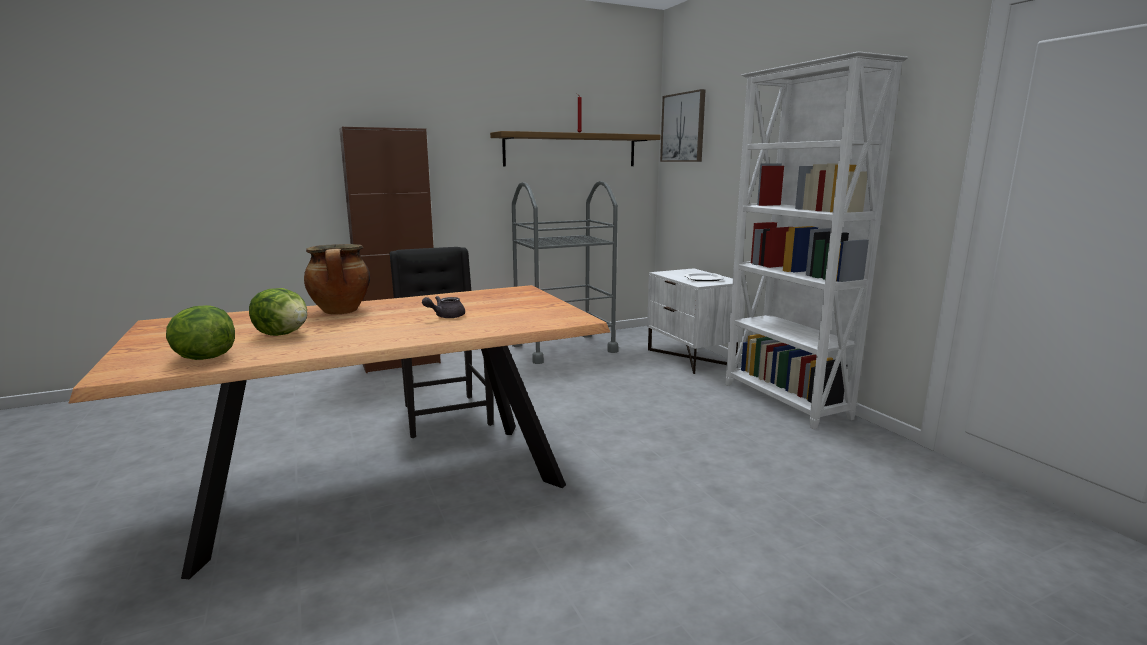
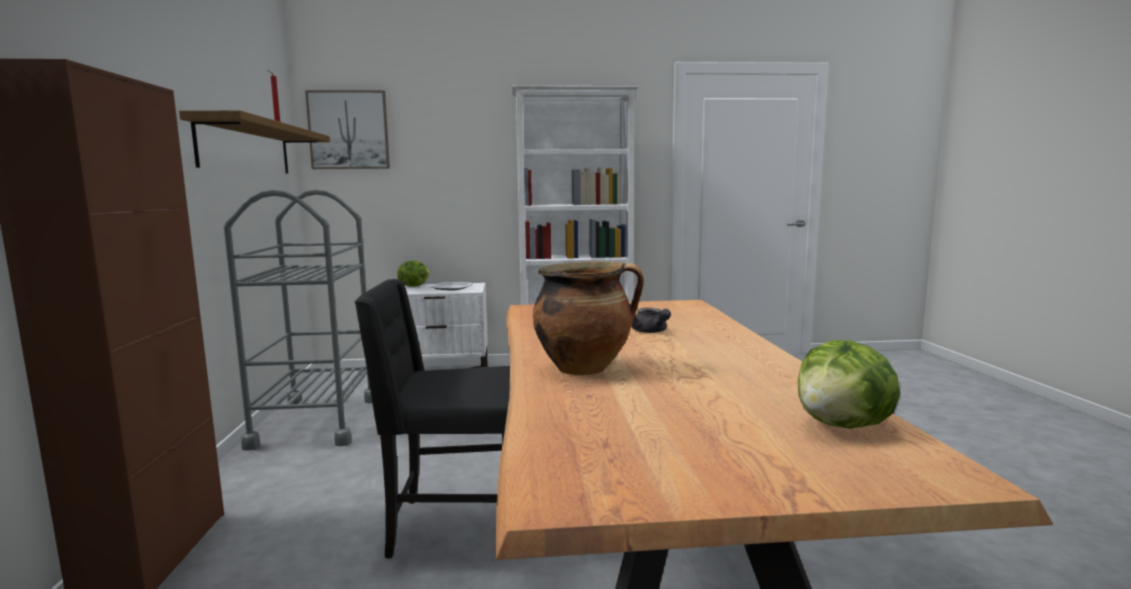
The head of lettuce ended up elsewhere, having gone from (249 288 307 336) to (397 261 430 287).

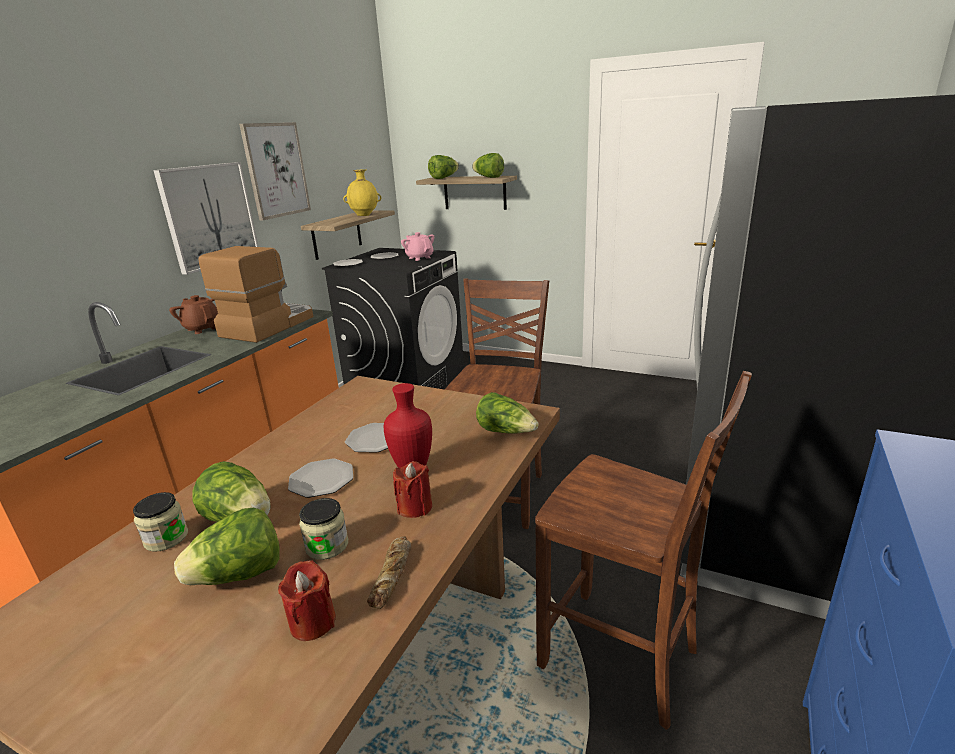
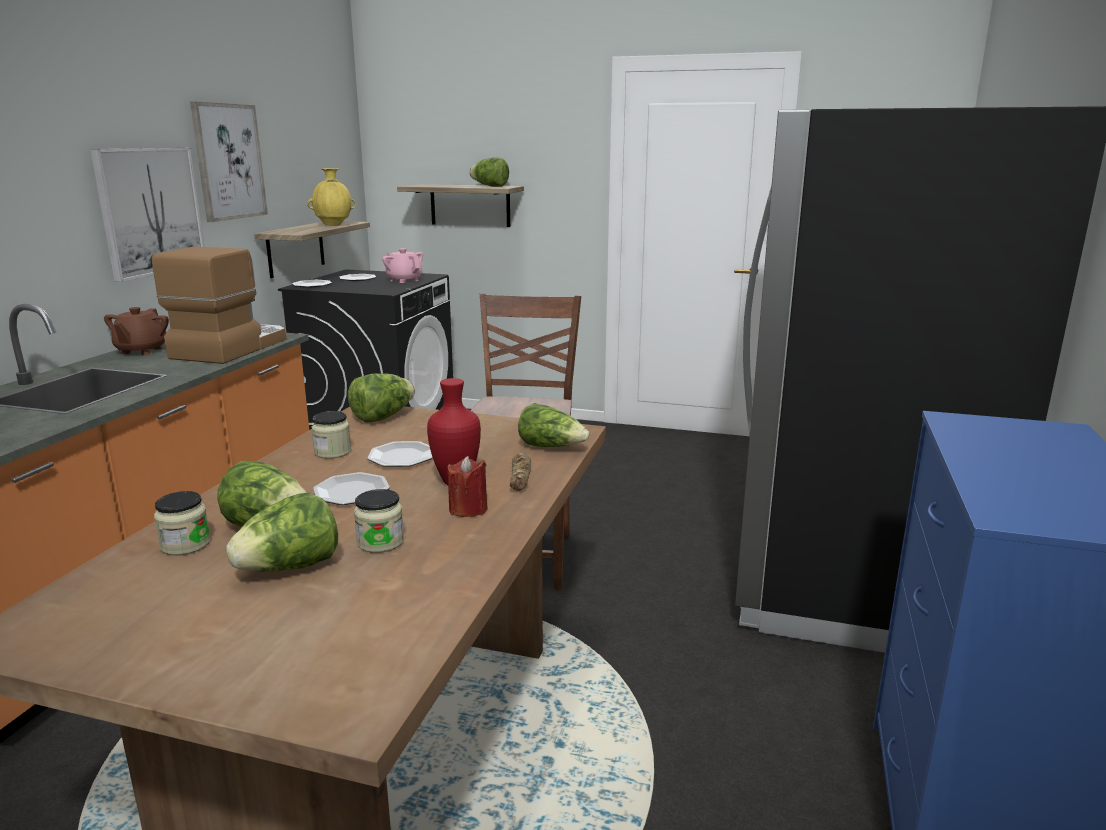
The second view lost the wax light in reddish at (278 561 336 641). The second view lost the upright chair in brown-coloured at (535 371 752 730). The second view gained the storage jar at (311 411 351 459). The bread ended up elsewhere, having gone from (367 536 411 609) to (510 453 531 491). The head of lettuce ended up elsewhere, having gone from (428 155 459 179) to (348 373 415 423). The pot for tea in brown-coloured at (169 295 218 334) ended up facing another way, 120 degrees counterclockwise from before.

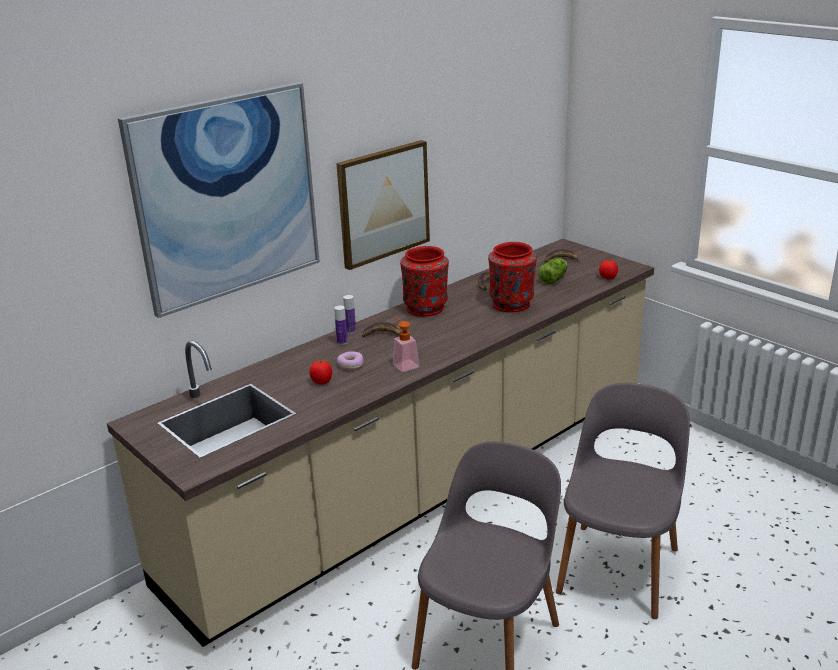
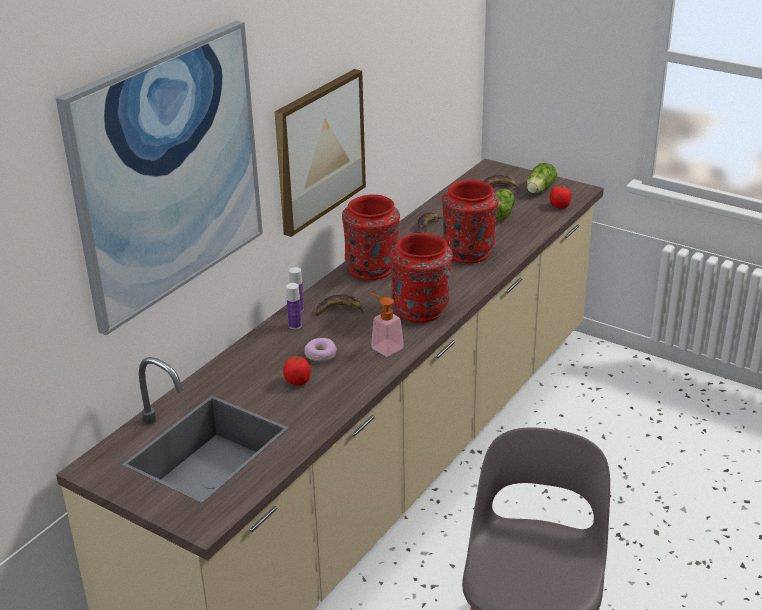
The second view lost the upright chair in gray at (556 383 690 619). The second view gained the decorative vase in reddish at (390 233 453 323). The second view gained the head of lettuce at (527 163 557 193).

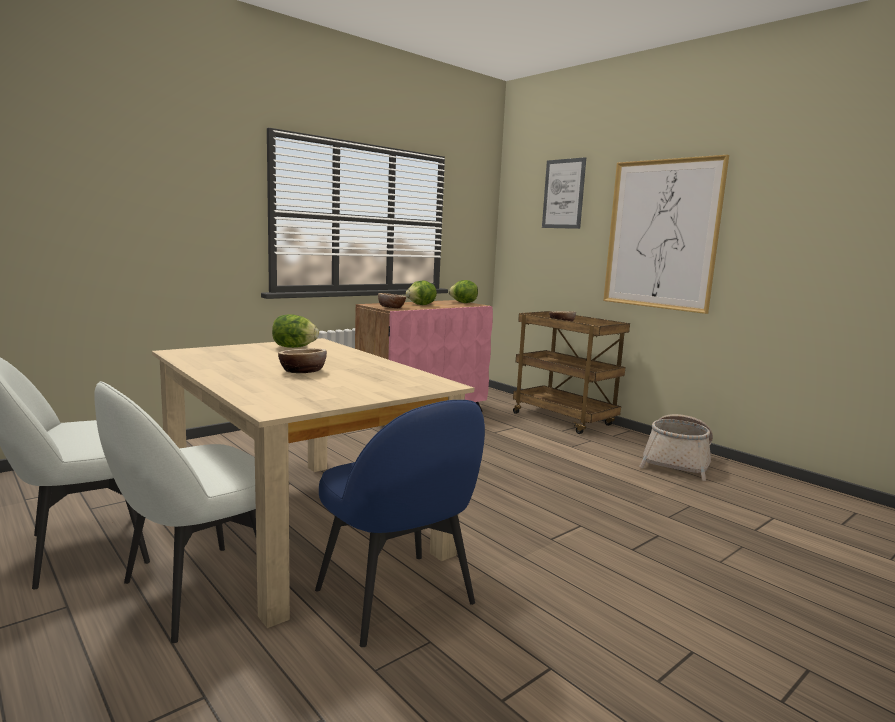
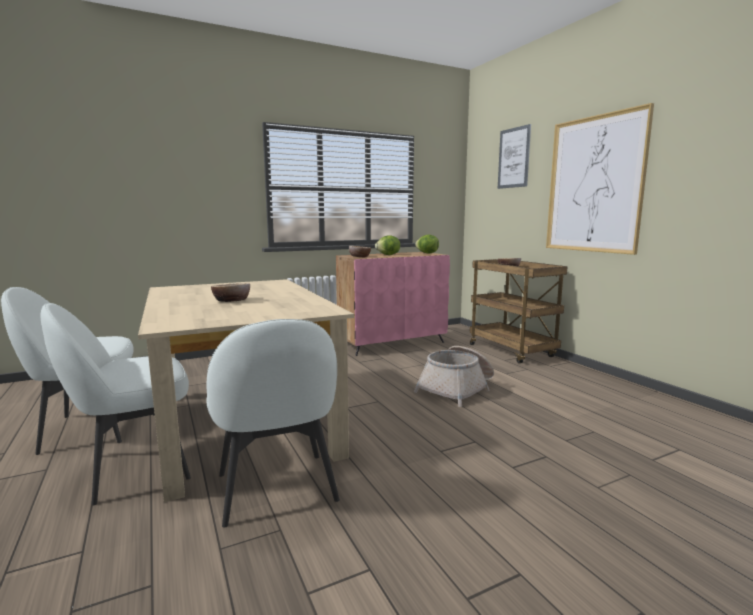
The second view lost the head of lettuce at (272 314 319 348). The storage basket ended up elsewhere, having gone from (639 414 713 481) to (414 346 494 407). What was the upright chair in blue at (315 400 485 647) turned into the upright chair in whitish at (207 319 340 527).

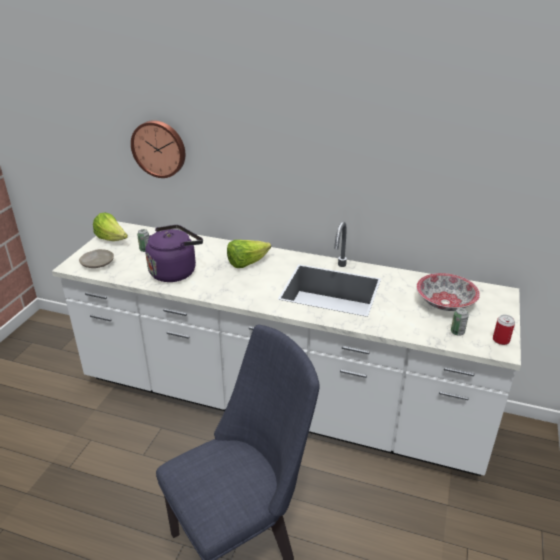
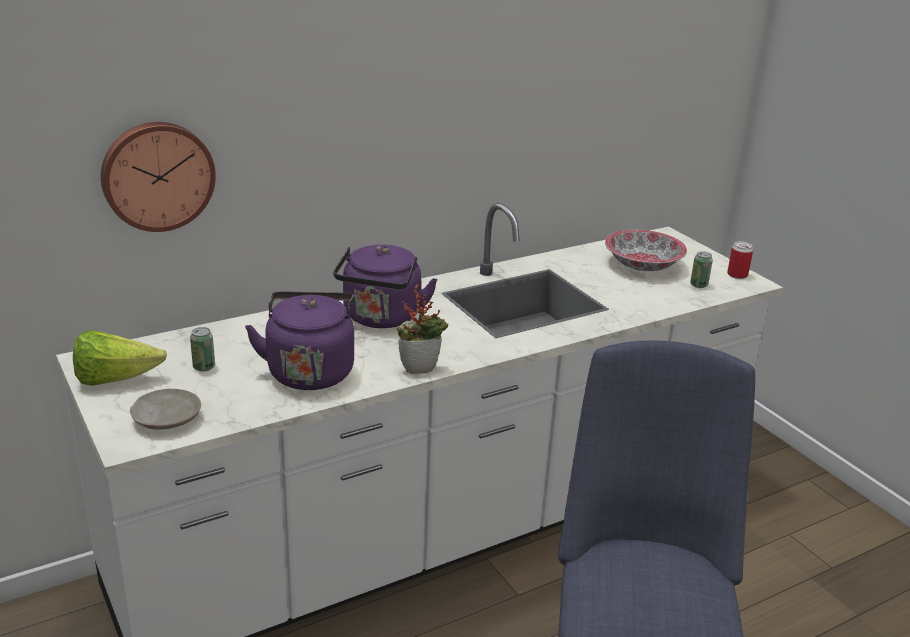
The second view gained the potted plant at (397 284 448 374). Where the head of lettuce stood at (227 240 271 268), the kettle in purplish came to stand at (333 245 438 328).

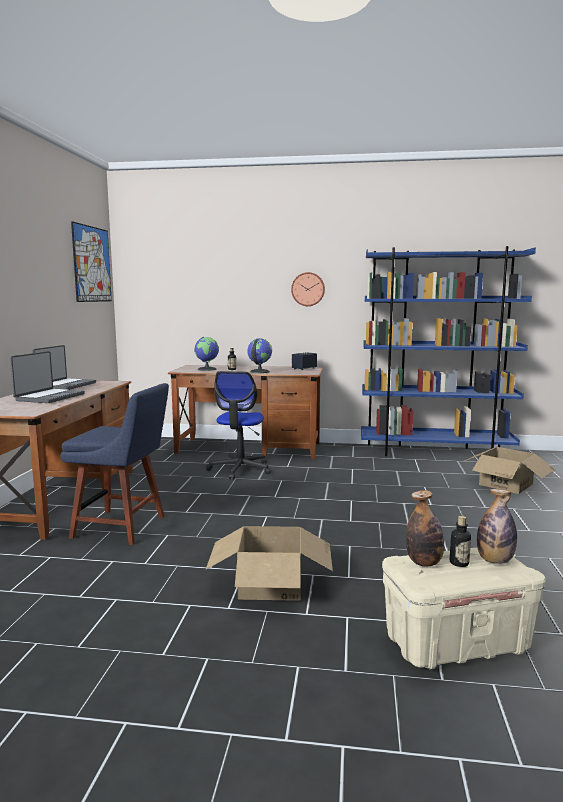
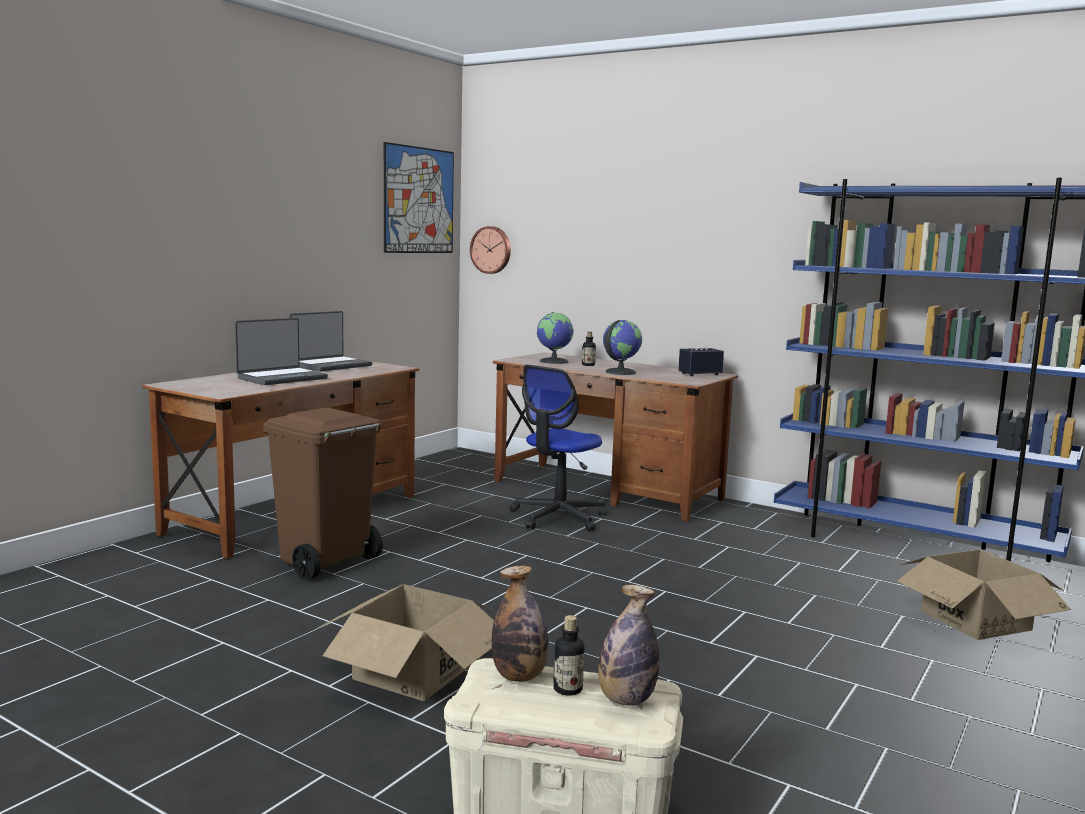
The clock on the wall ended up elsewhere, having gone from (291 272 325 306) to (470 226 511 274). Where the upright chair in blue stood at (60 383 169 545), the trash can in brown-coloured came to stand at (263 408 383 580).

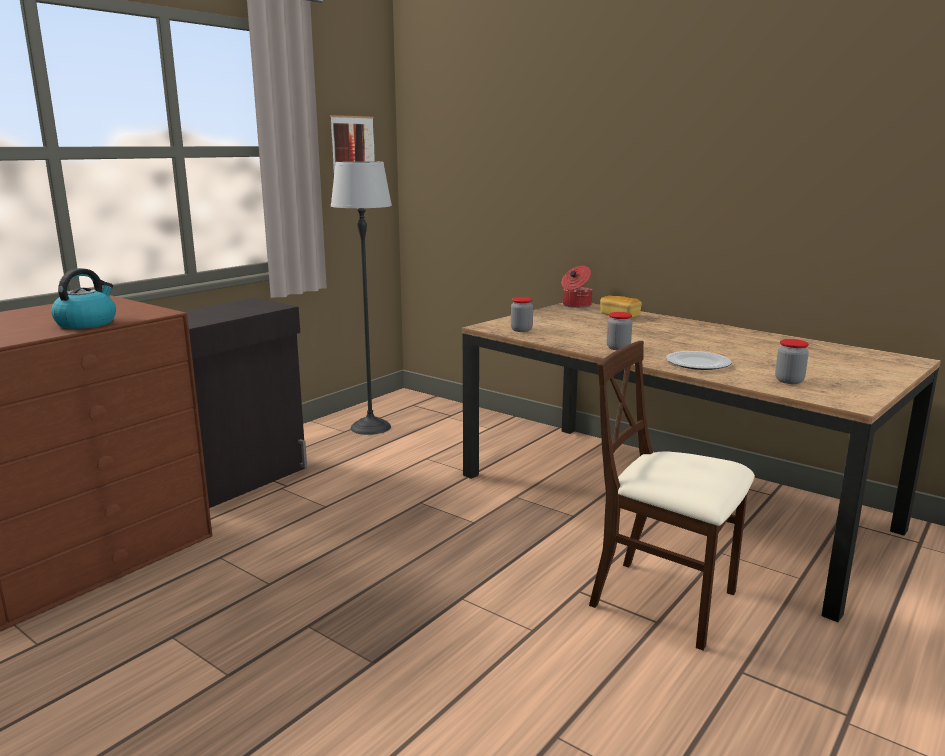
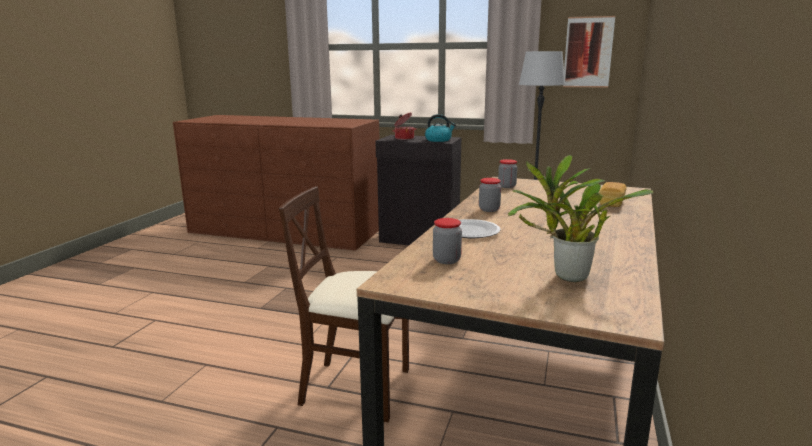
The second view gained the potted plant at (508 155 653 282). The kettle ended up elsewhere, having gone from (51 268 116 329) to (425 114 456 142). The cooking pot ended up elsewhere, having gone from (562 266 592 308) to (392 112 416 140). The upright chair in beige at (589 341 755 651) ended up facing another way, 90 degrees counterclockwise from before.

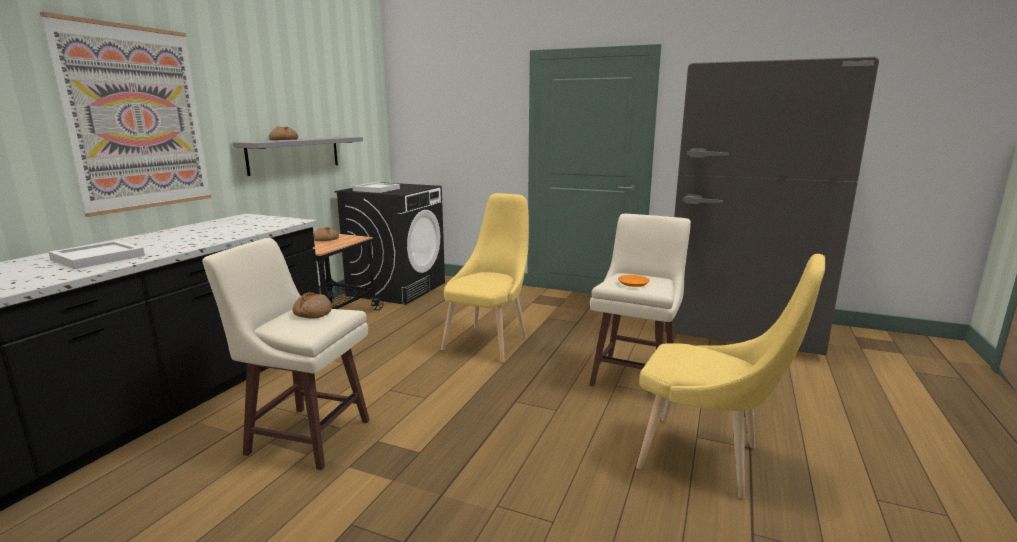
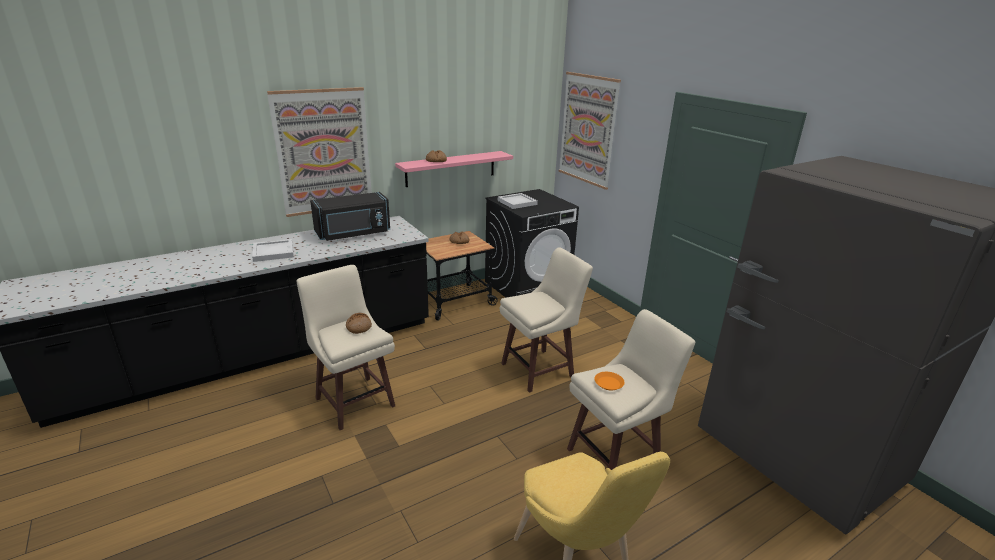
The second view gained the microwave oven in black-coloured at (310 192 390 241). The second view gained the wall picture at (559 72 621 190). Where the upright chair in yellow stood at (441 193 529 363), the sitting stool in beige came to stand at (500 247 593 393). What was the bracket shelf in gray at (233 137 363 176) turned into the bracket shelf in pink at (395 151 513 187).

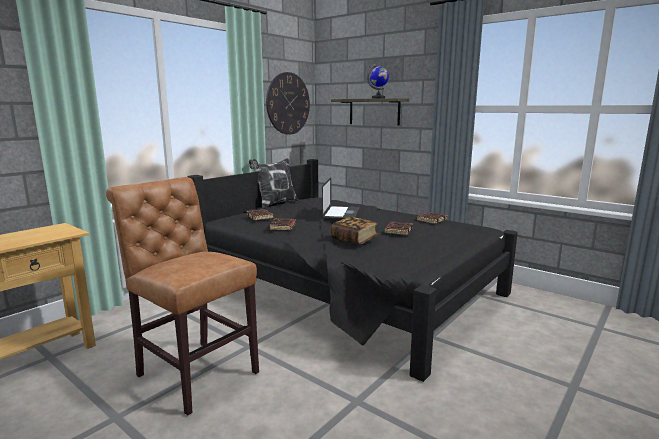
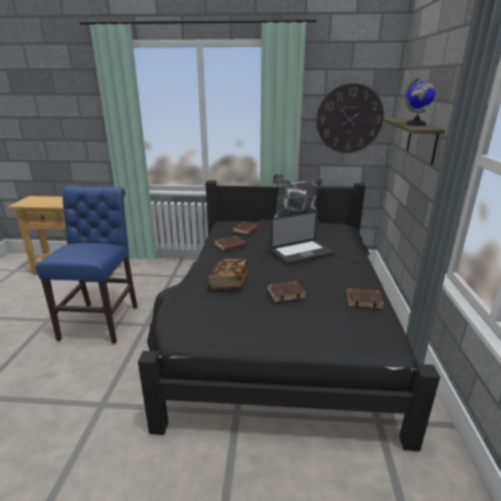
What was the upright chair in brown-coloured at (106 177 259 416) turned into the upright chair in blue at (35 186 138 344).

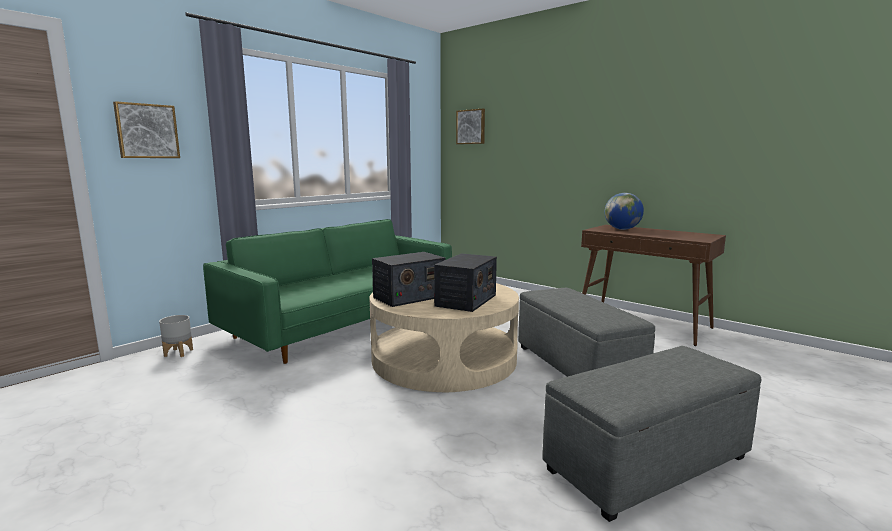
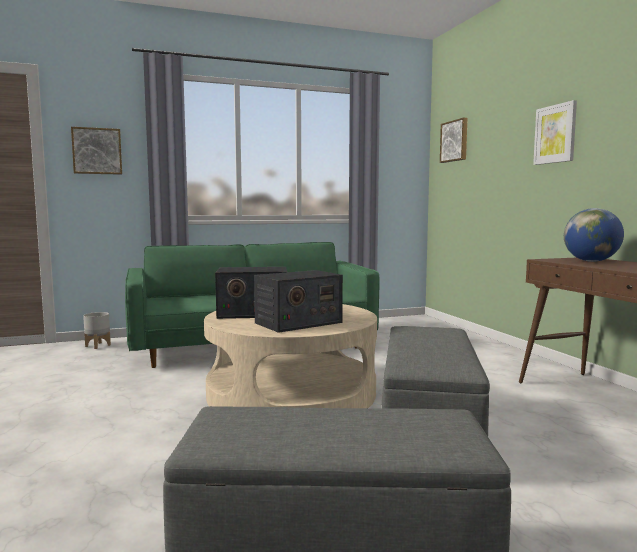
The second view gained the wall picture at (533 100 577 165).

